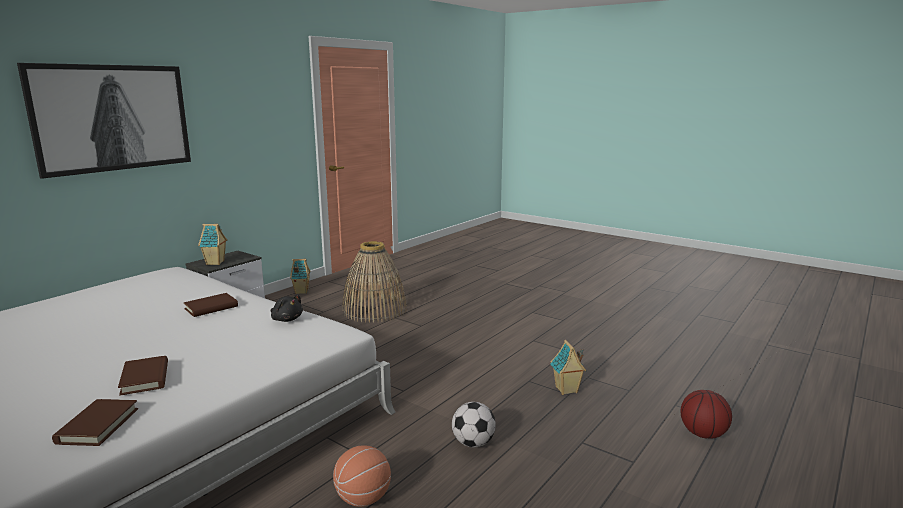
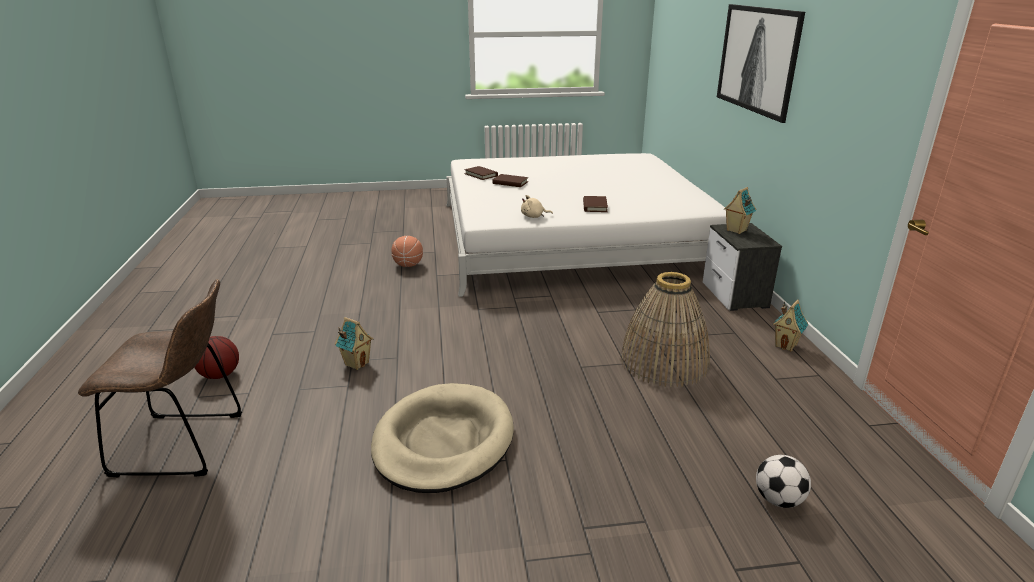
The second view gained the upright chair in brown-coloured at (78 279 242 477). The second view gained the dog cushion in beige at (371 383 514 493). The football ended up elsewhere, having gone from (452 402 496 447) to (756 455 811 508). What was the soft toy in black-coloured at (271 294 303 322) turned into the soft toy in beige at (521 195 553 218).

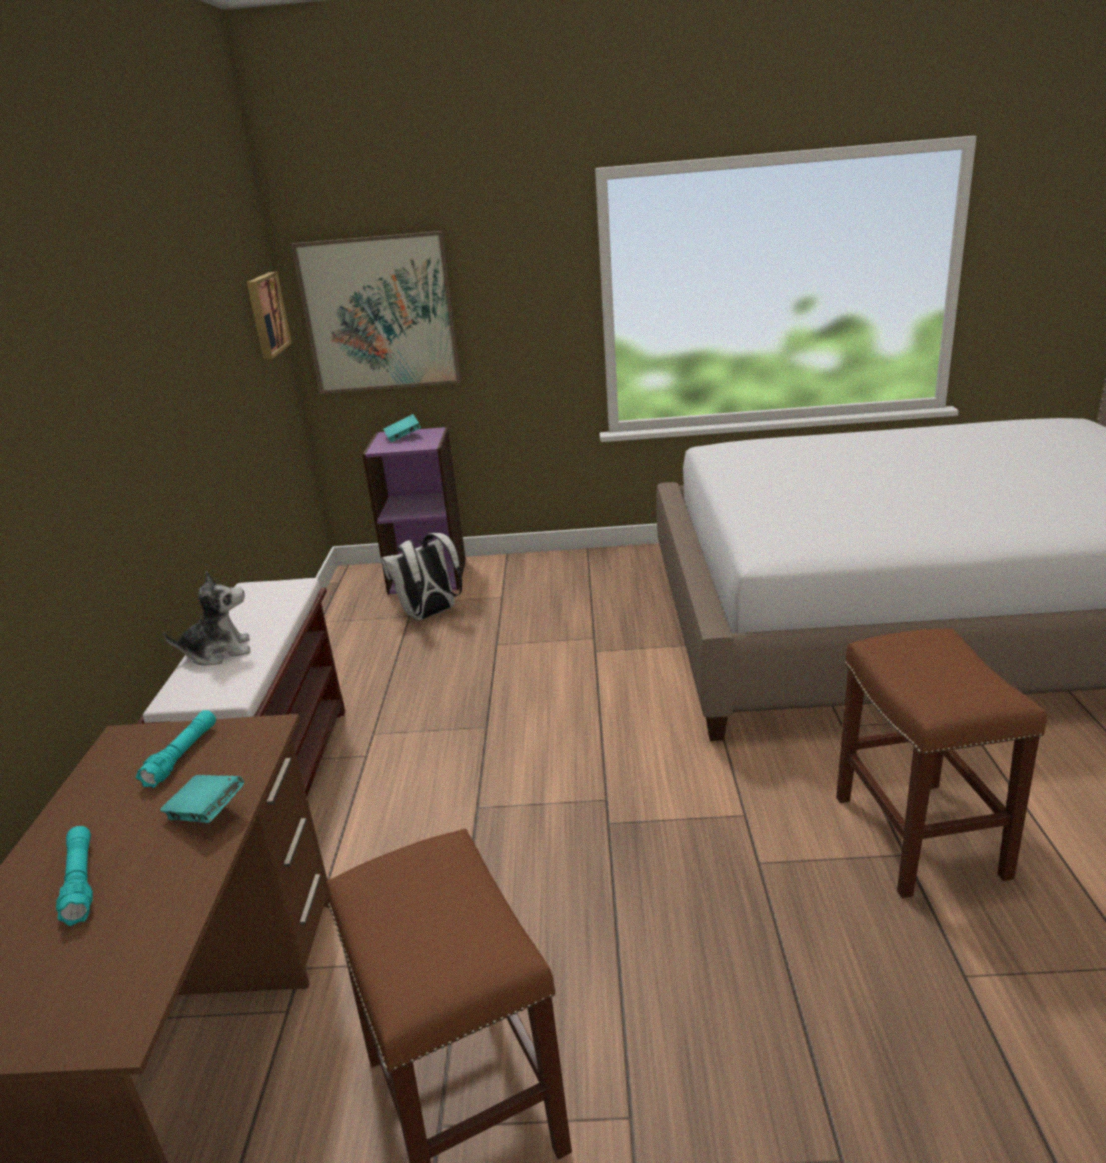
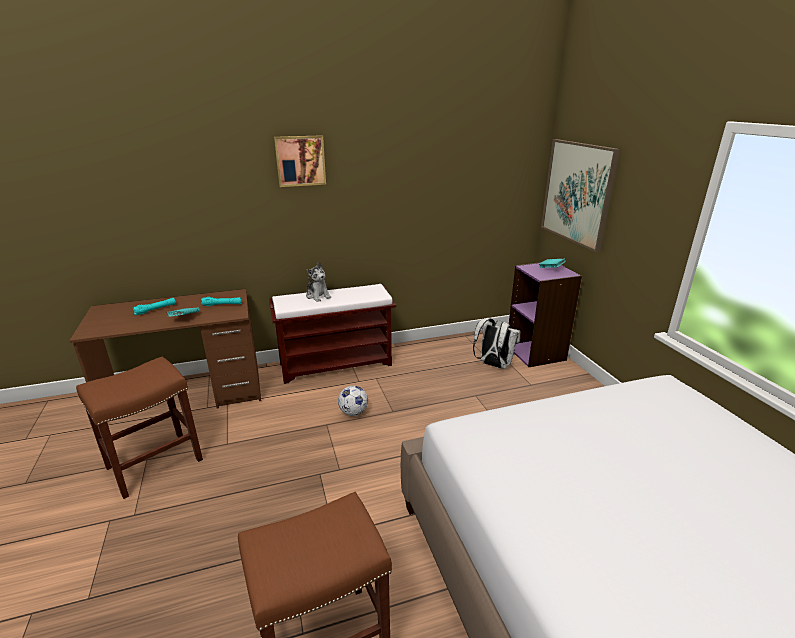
The second view gained the football at (338 386 368 416). The wall picture ended up elsewhere, having gone from (247 272 292 359) to (274 135 326 187).

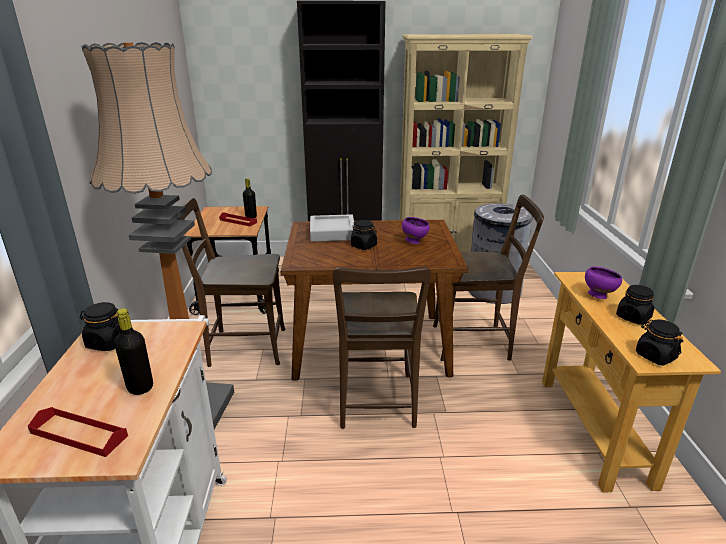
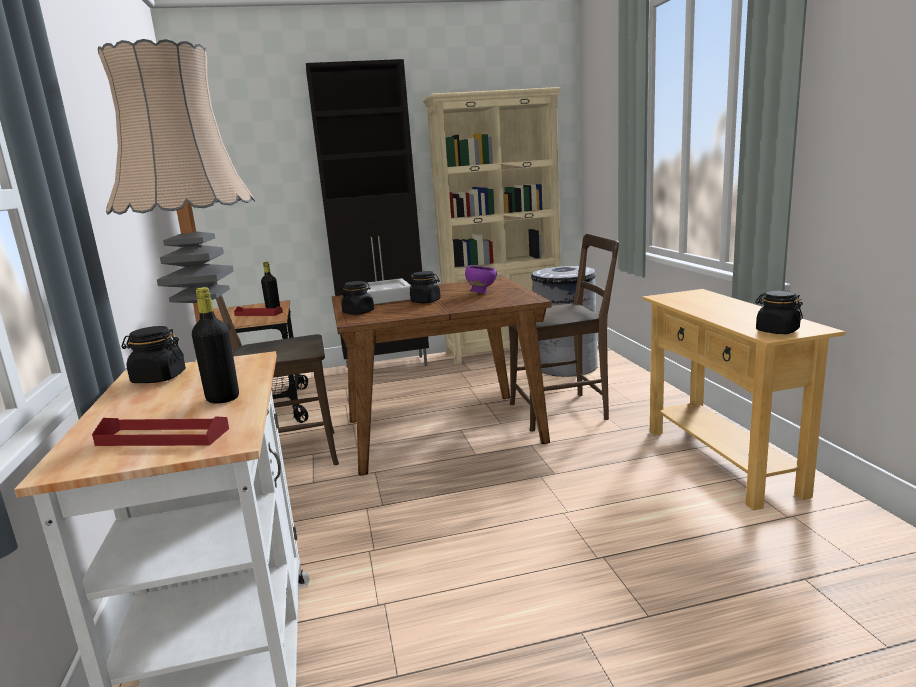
The second view lost the upright chair in brown-coloured at (333 267 431 429). The second view lost the deep dish in purplish at (585 266 622 299). The storage jar in black-coloured ended up elsewhere, having gone from (616 285 654 325) to (341 281 374 315).

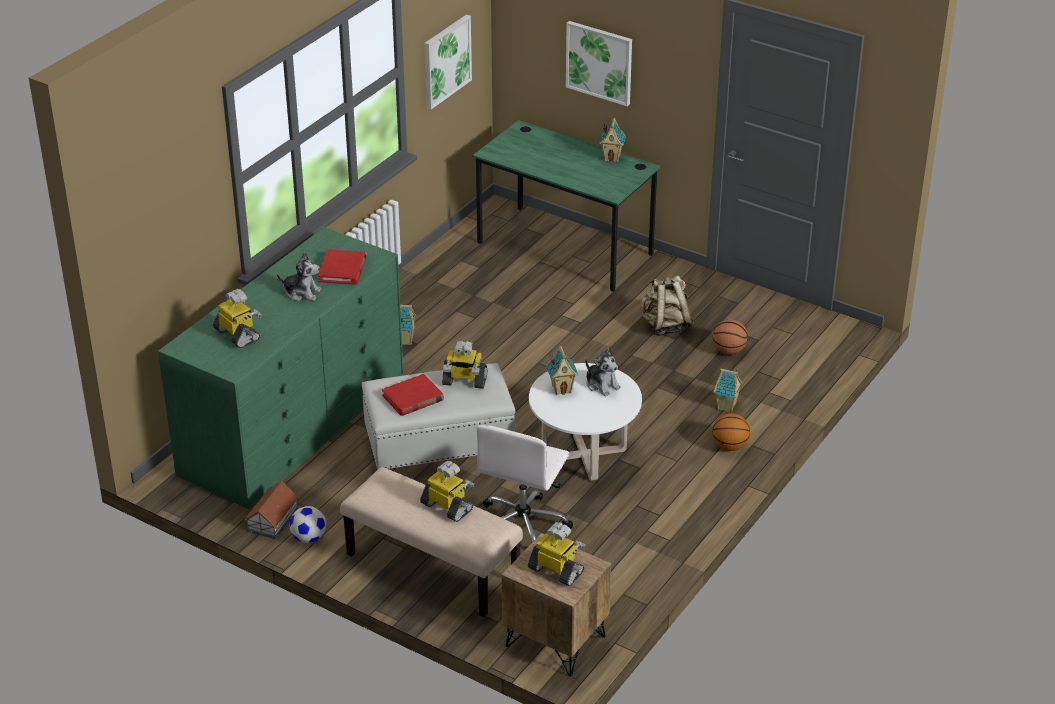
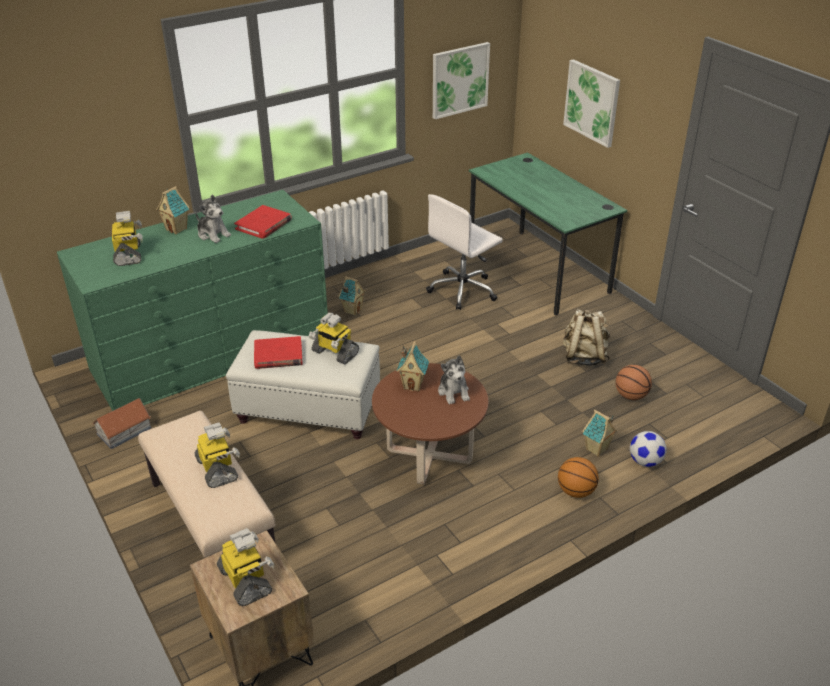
The football ended up elsewhere, having gone from (289 506 326 543) to (630 431 667 467). The office chair in whitish ended up elsewhere, having gone from (476 425 573 542) to (426 194 503 310). The model house ended up elsewhere, having gone from (599 118 626 162) to (156 186 190 234). What was the coffee table in whitish at (529 363 642 481) turned into the coffee table in brown-coloured at (372 363 489 484).

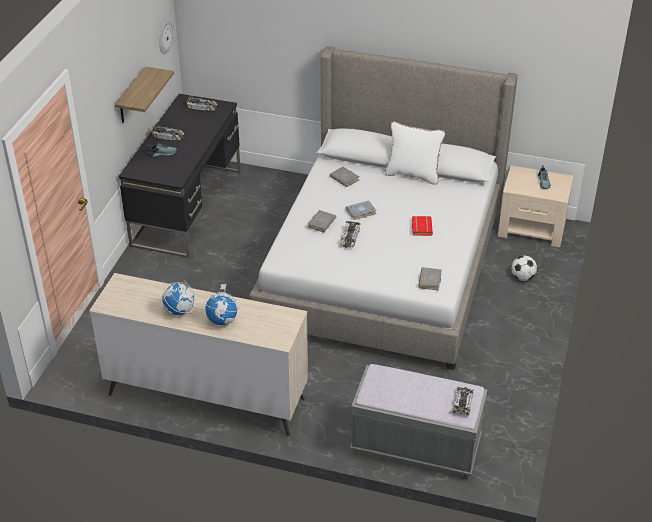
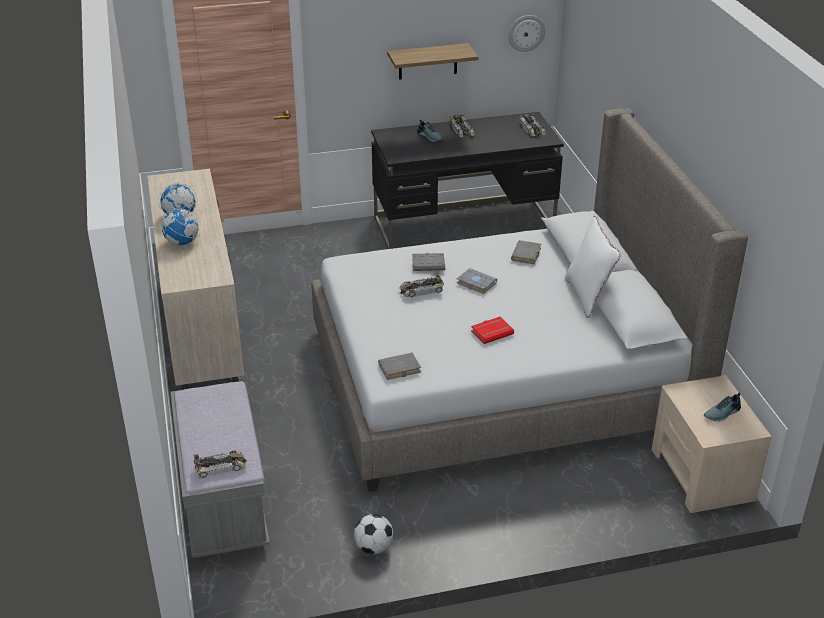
The football ended up elsewhere, having gone from (511 256 537 281) to (354 514 393 554).

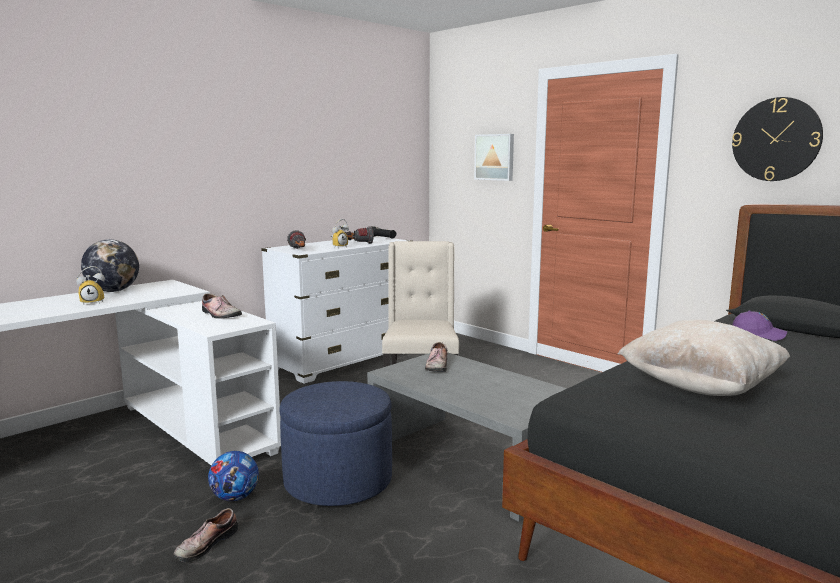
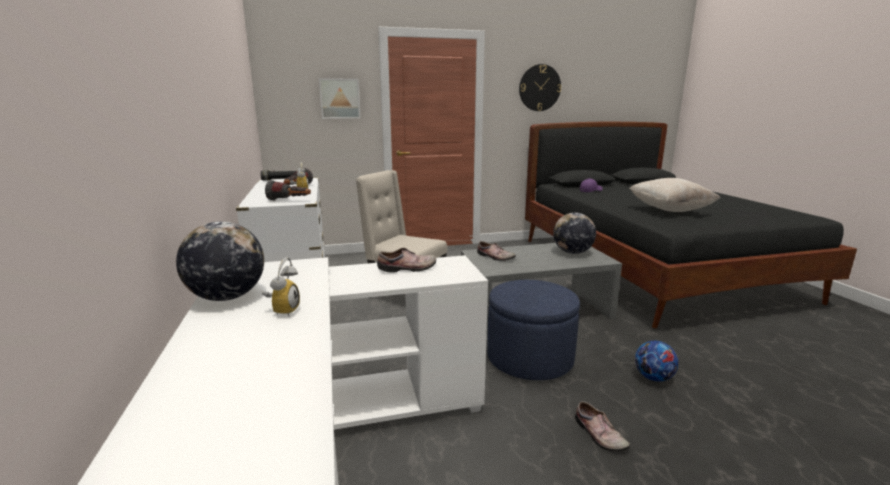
The second view gained the globe at (553 213 596 254). The football ended up elsewhere, having gone from (208 451 259 501) to (635 341 679 381).

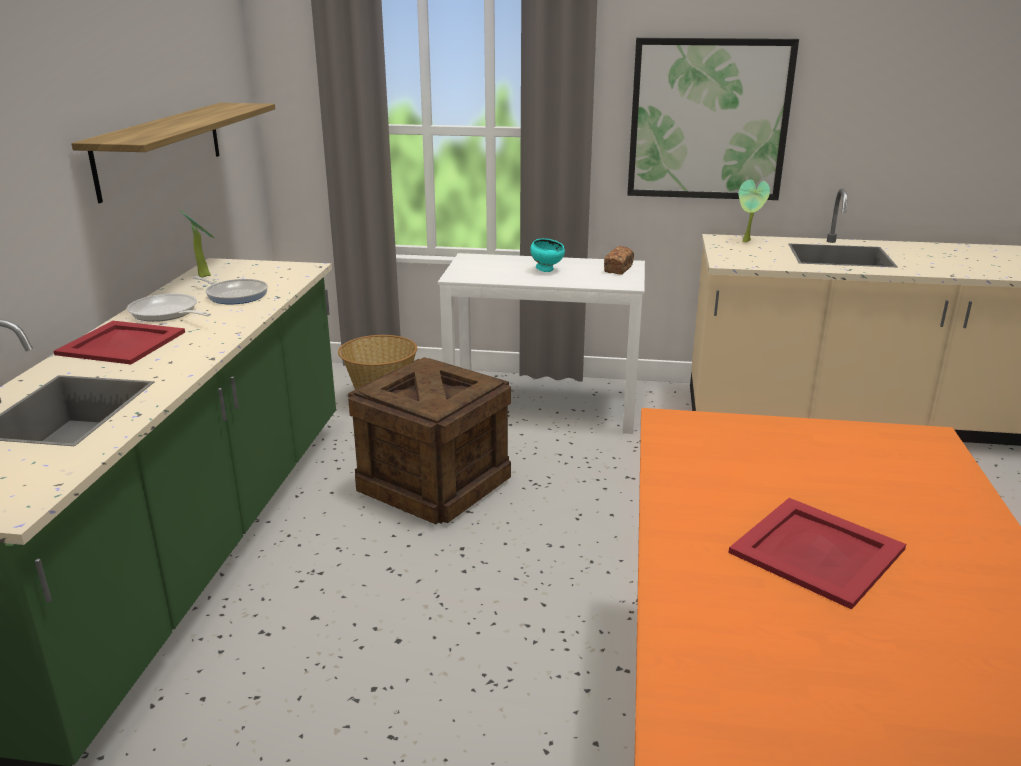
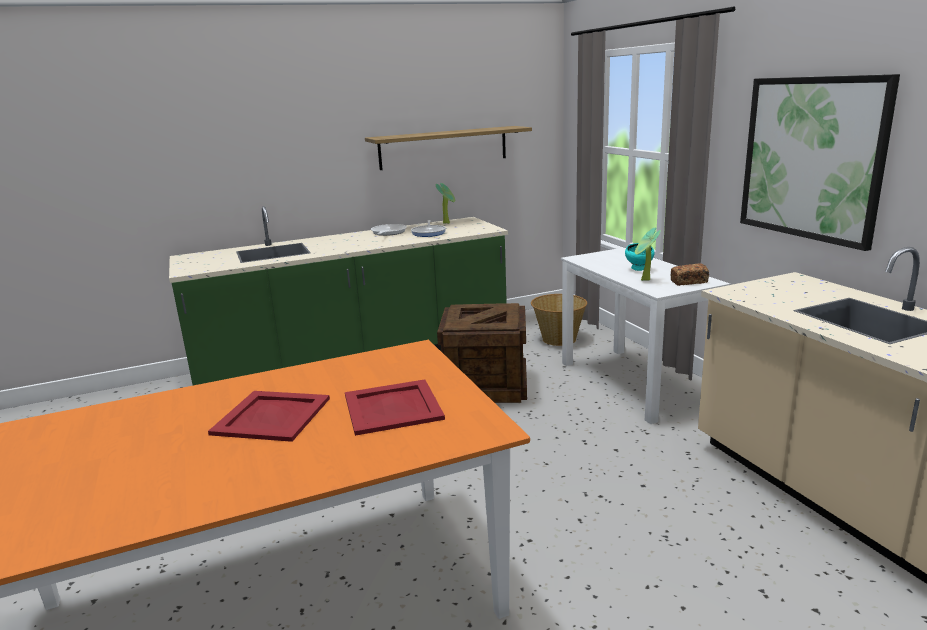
The carrying tray in reddish ended up elsewhere, having gone from (54 321 185 364) to (345 379 445 436). The potted plant ended up elsewhere, having gone from (739 180 770 242) to (635 227 661 281).

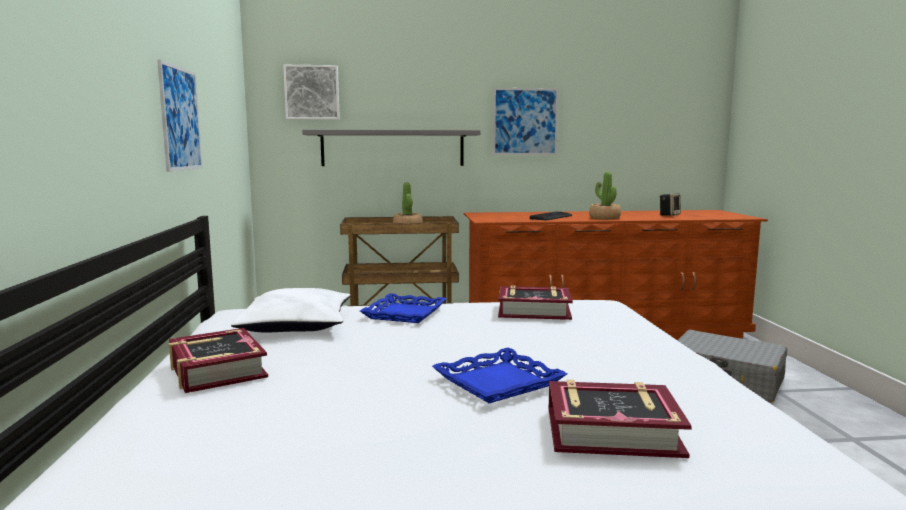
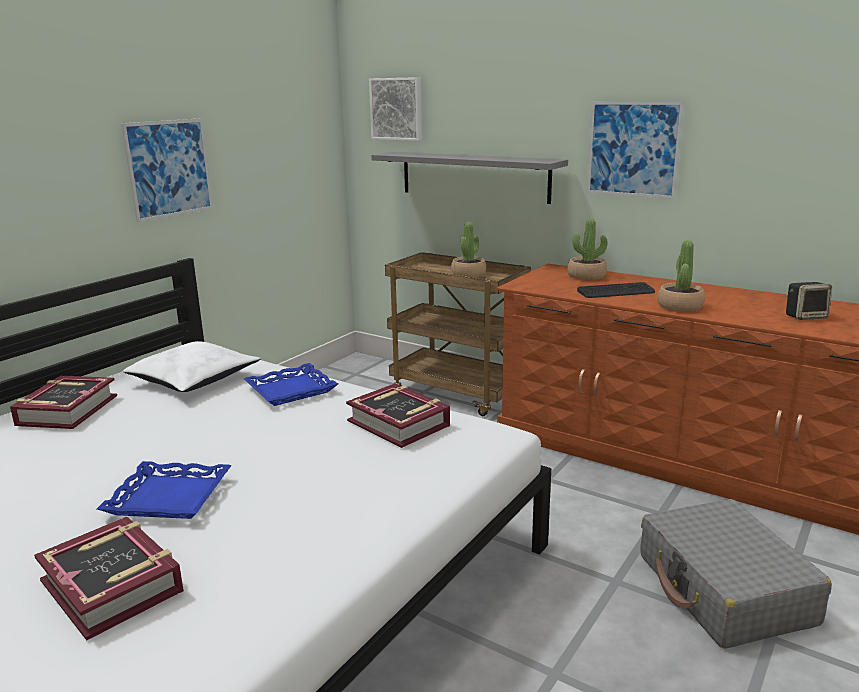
The second view gained the potted plant at (568 218 608 280).

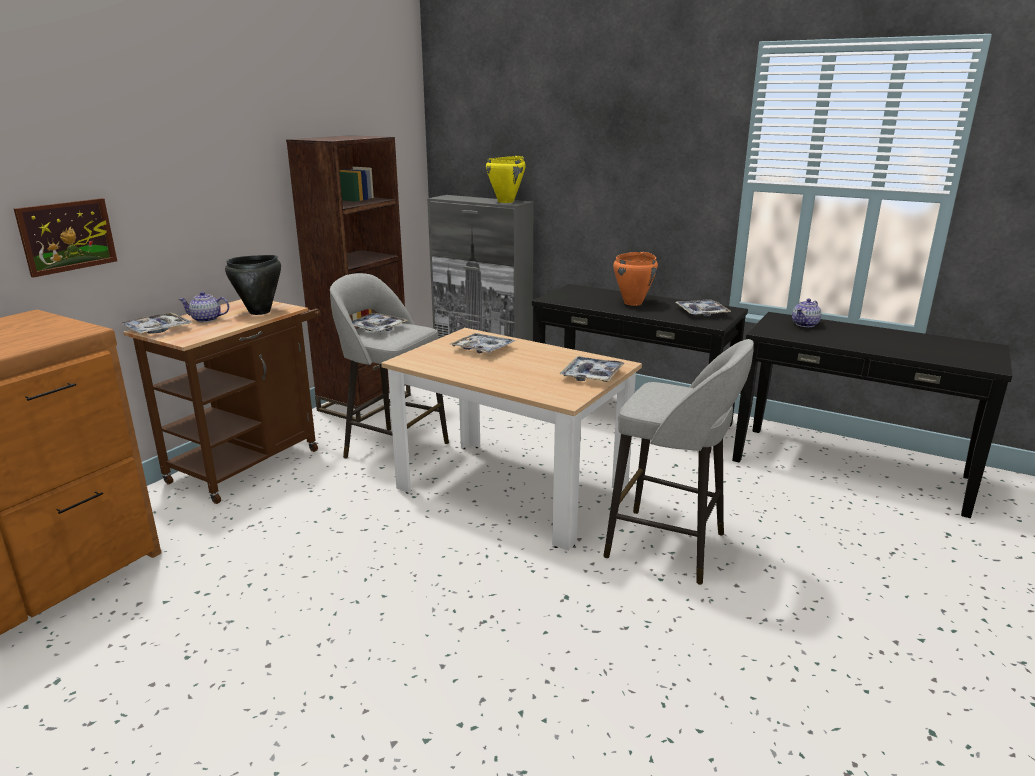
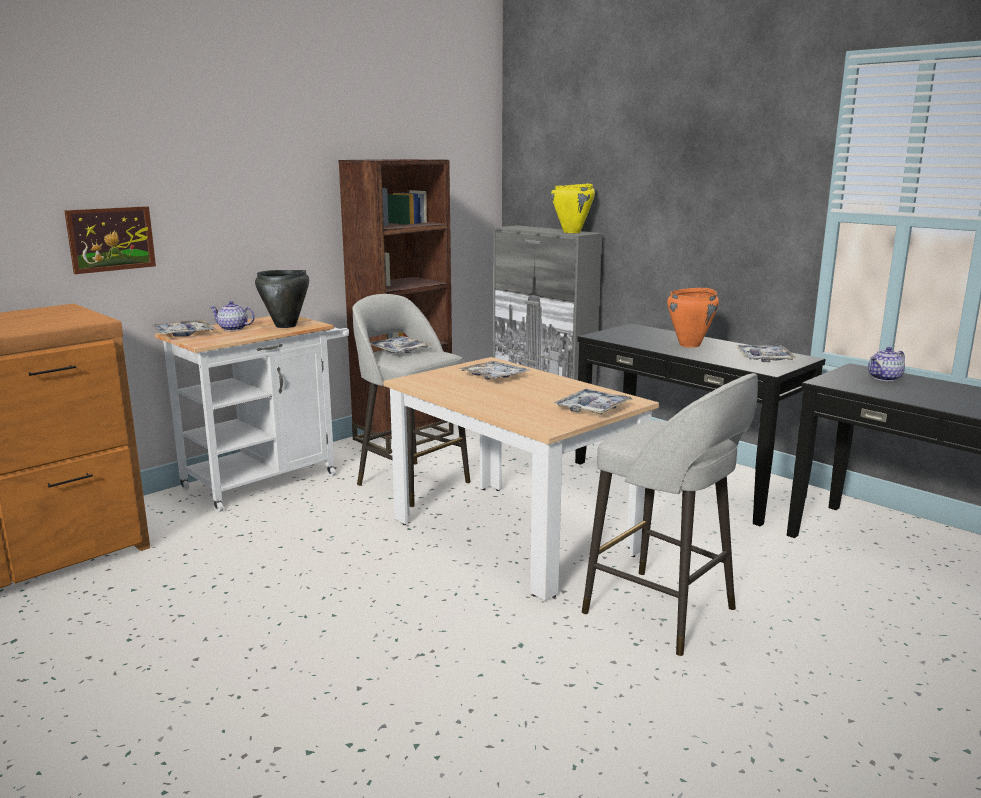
What was the wheeled cart in brown-coloured at (123 299 321 504) turned into the wheeled cart in whitish at (155 316 349 512).

